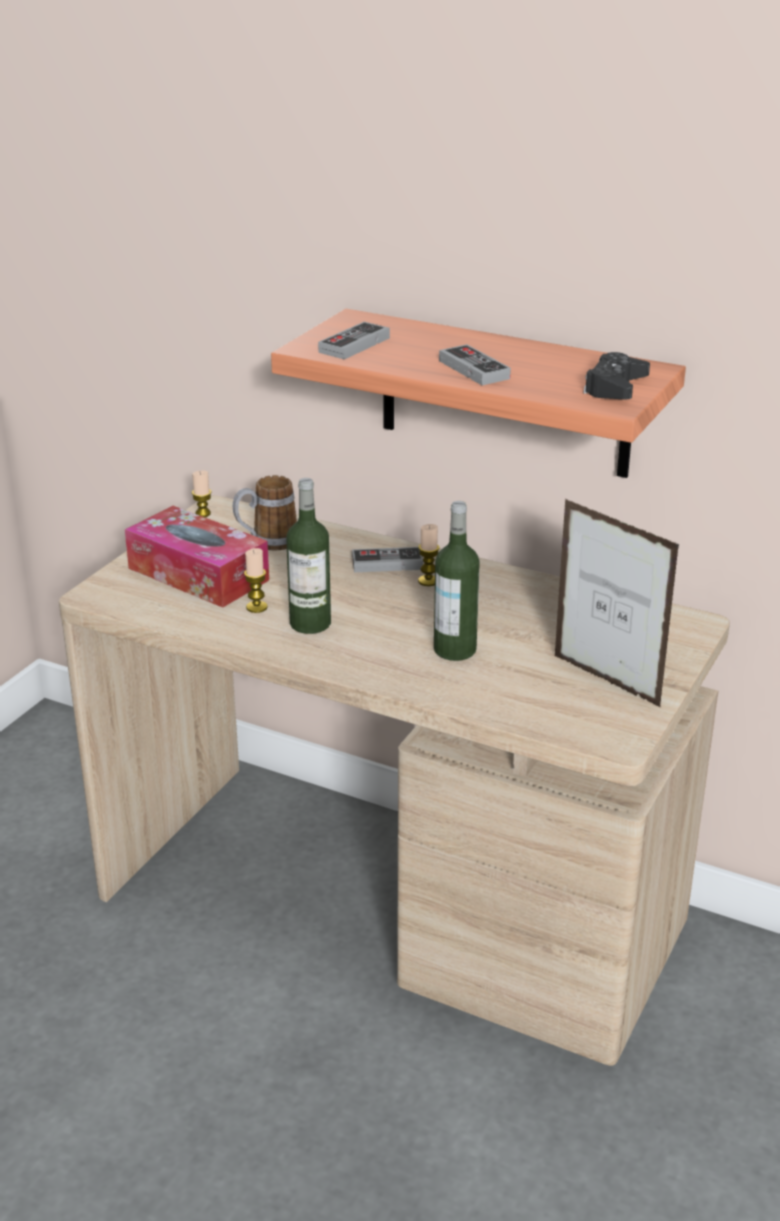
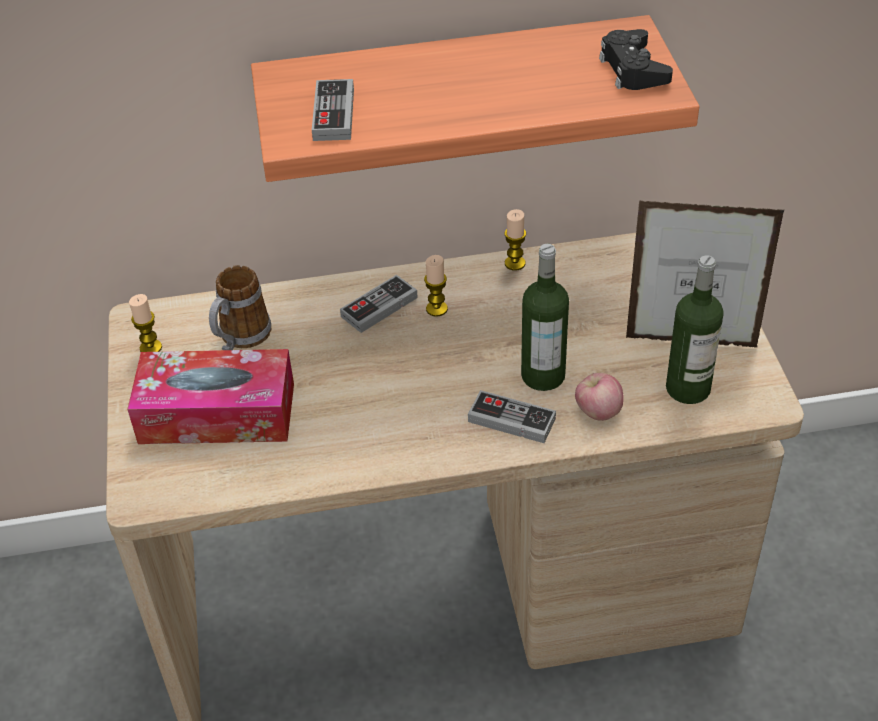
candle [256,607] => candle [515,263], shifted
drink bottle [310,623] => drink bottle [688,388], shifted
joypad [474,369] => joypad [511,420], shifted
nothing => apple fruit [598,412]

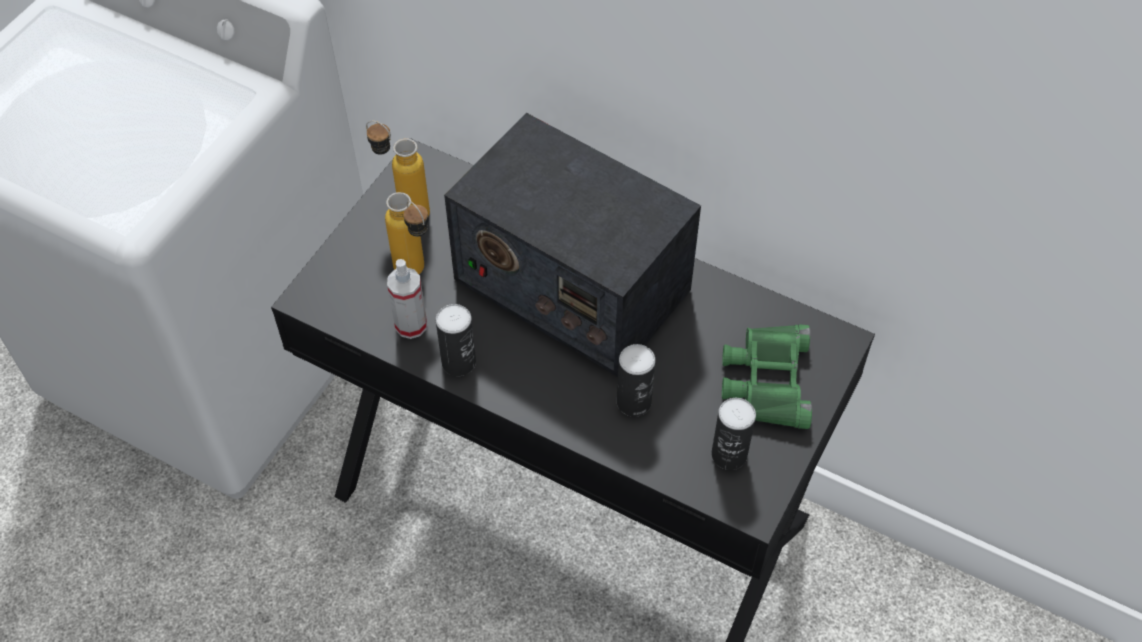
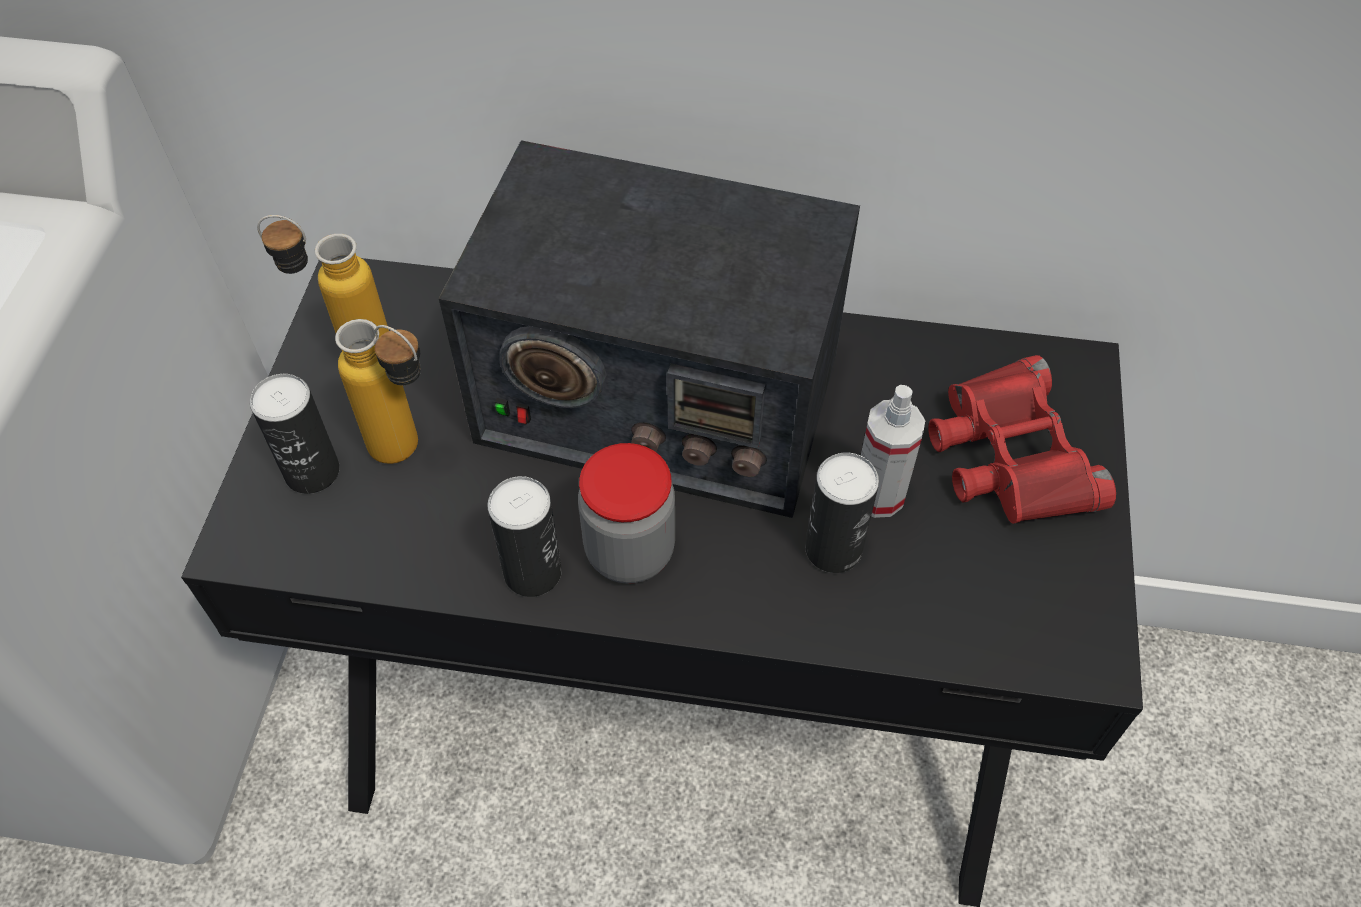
hand sprayer [411,325] => hand sprayer [878,495], shifted
metal can [729,455] => metal can [312,472], shifted
binoculars (greenish) [766,380] => binoculars (reddish) [1008,455]
nothing => storage jar [630,551]

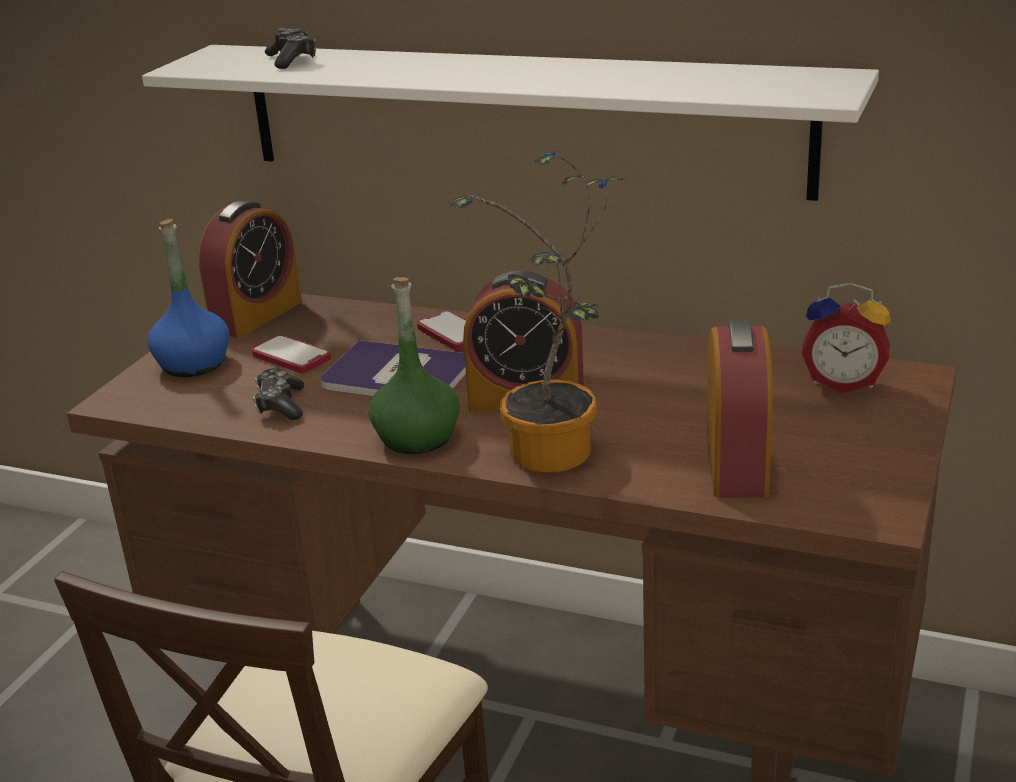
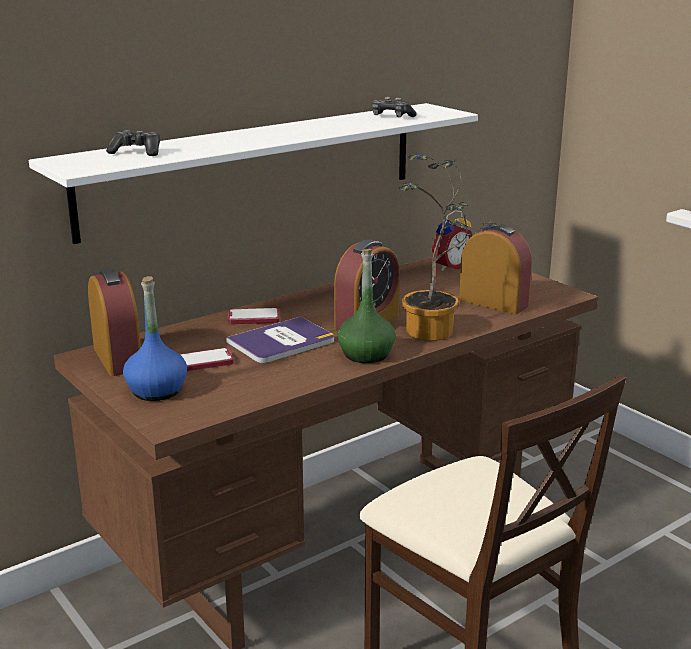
joypad [280,405] => joypad [391,117], shifted

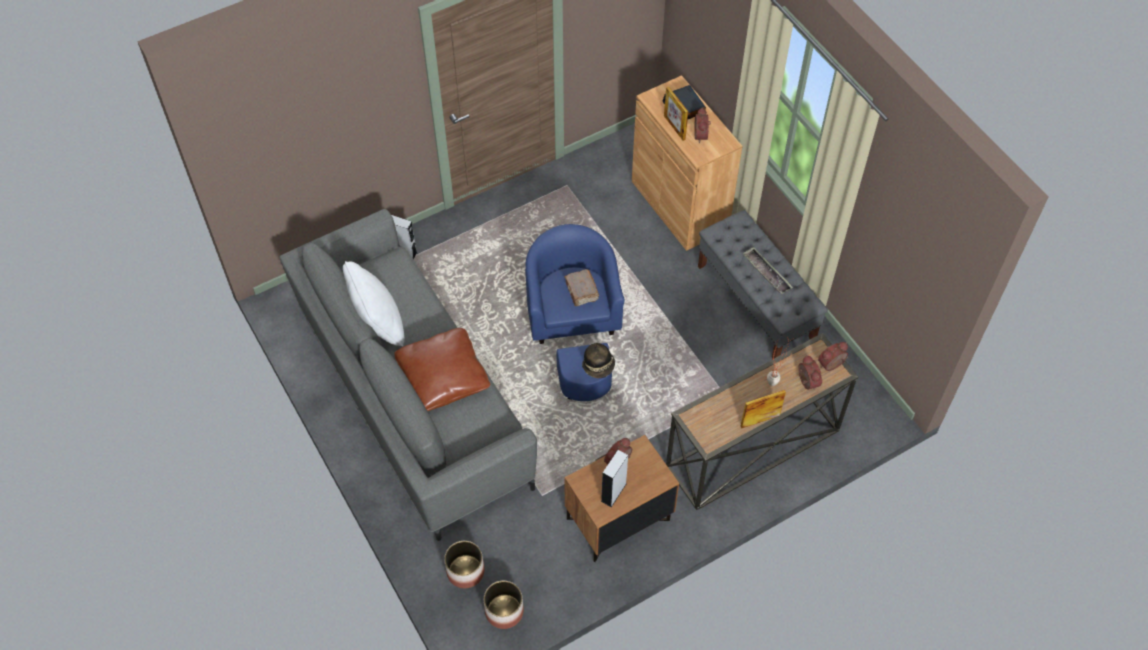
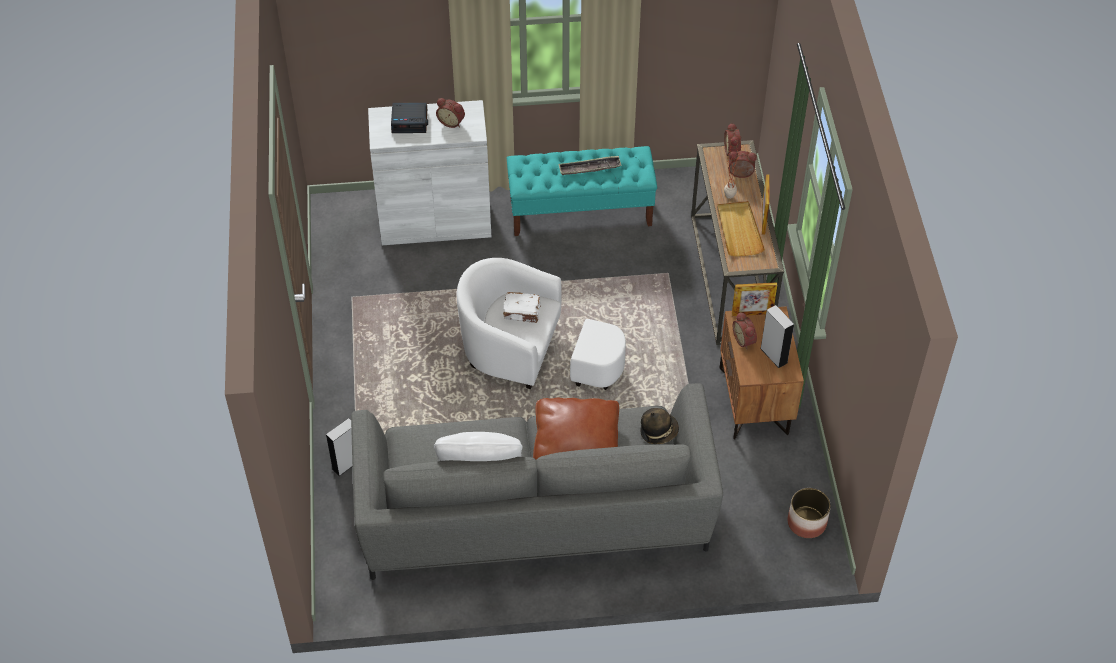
plant pot [465,571] => nothing
armchair (blue) [575,330] => armchair (whitish) [531,356]
bound book (brownish) [581,292] => bound book (whitish) [522,312]
wearable hat [599,366] => wearable hat [658,431], shifted
cabinet (brownish) [679,205] => cabinet (whitish) [435,221]
photo frame [674,127] => photo frame [752,313], shifted
bench (grey) [756,303] => bench (blue-green) [581,212]
nothing => carrying tray (beige-coloured) [739,230]

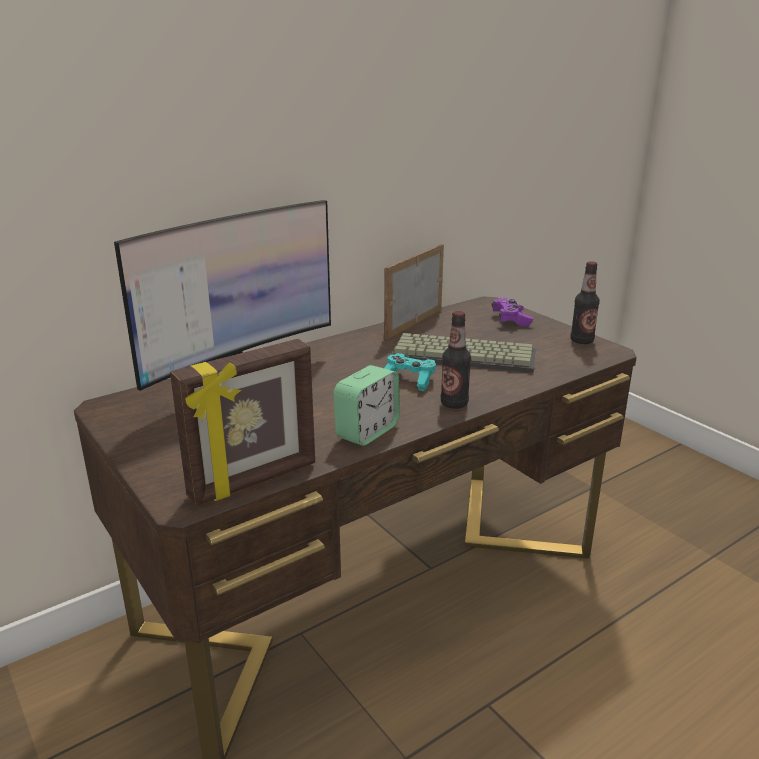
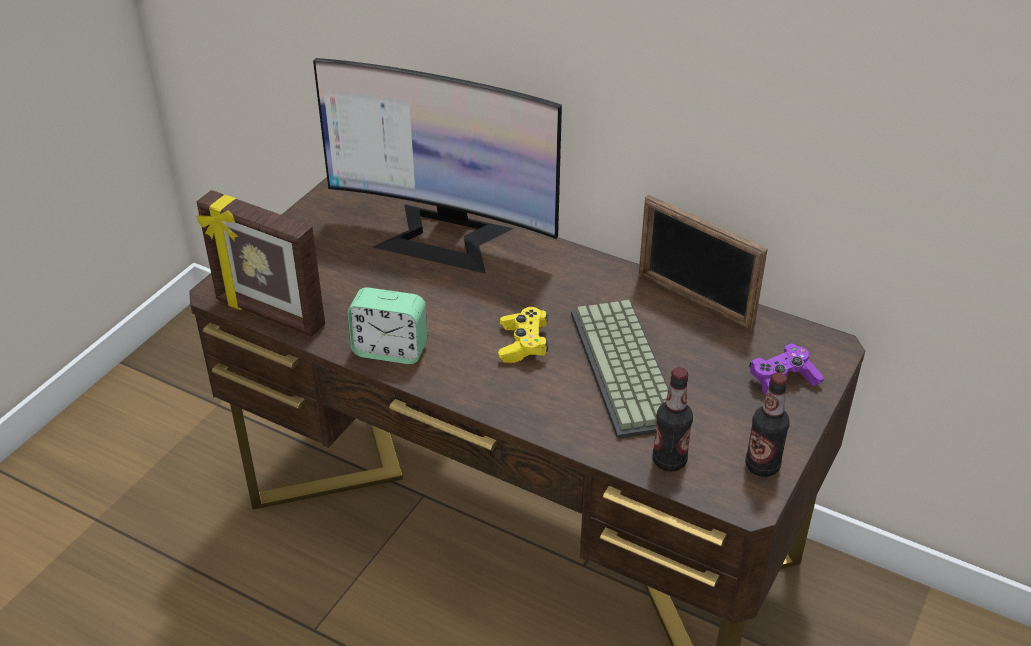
photo frame [413,323] => photo frame [694,301], 150 degrees counterclockwise
joypad (blue-green) [408,380] => joypad (yellowish) [523,344]
drink bottle [454,403] => drink bottle [669,461], shifted

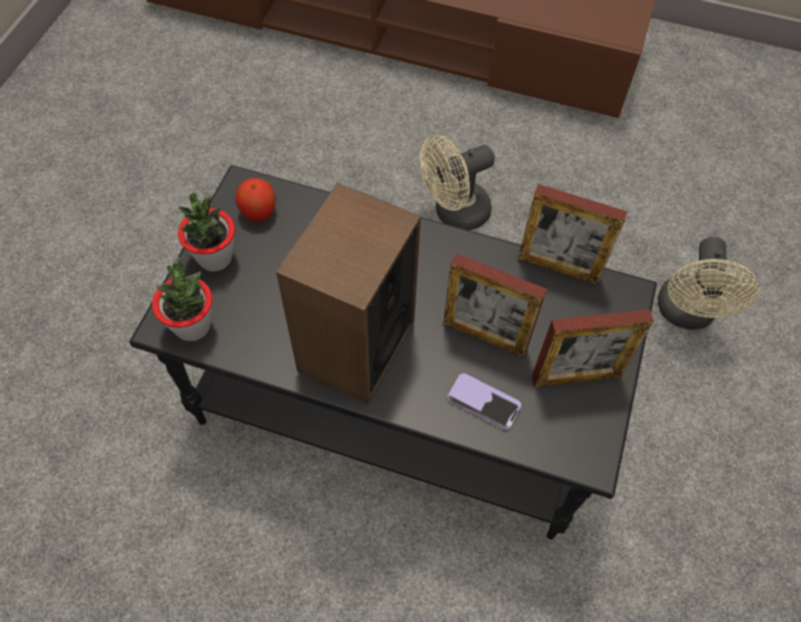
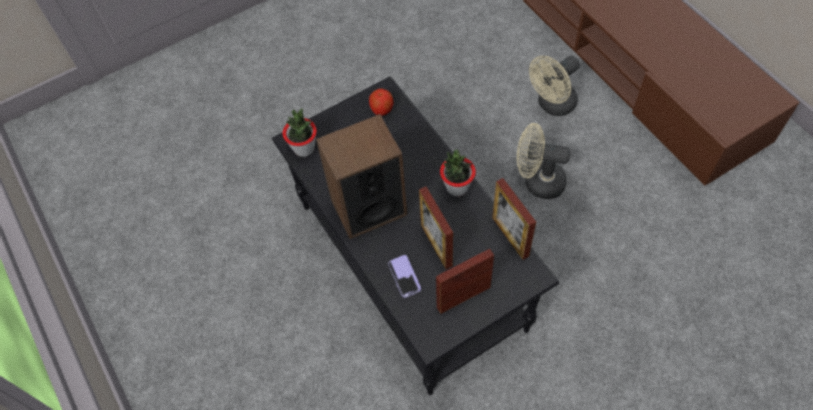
potted plant [215,258] => potted plant [457,187], shifted
photo frame [576,376] => photo frame [463,297], 120 degrees clockwise
electric fan (beige-coloured) [686,314] => electric fan (beige-coloured) [552,105], shifted

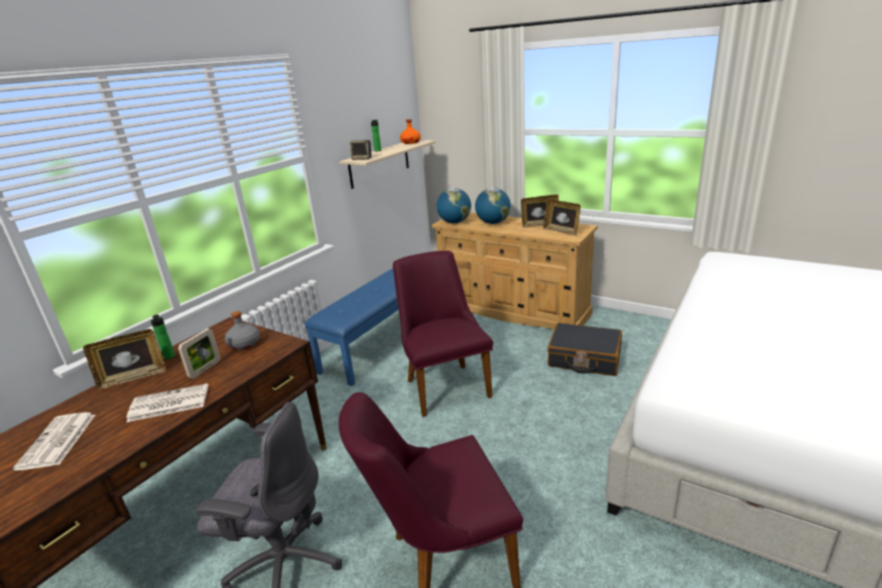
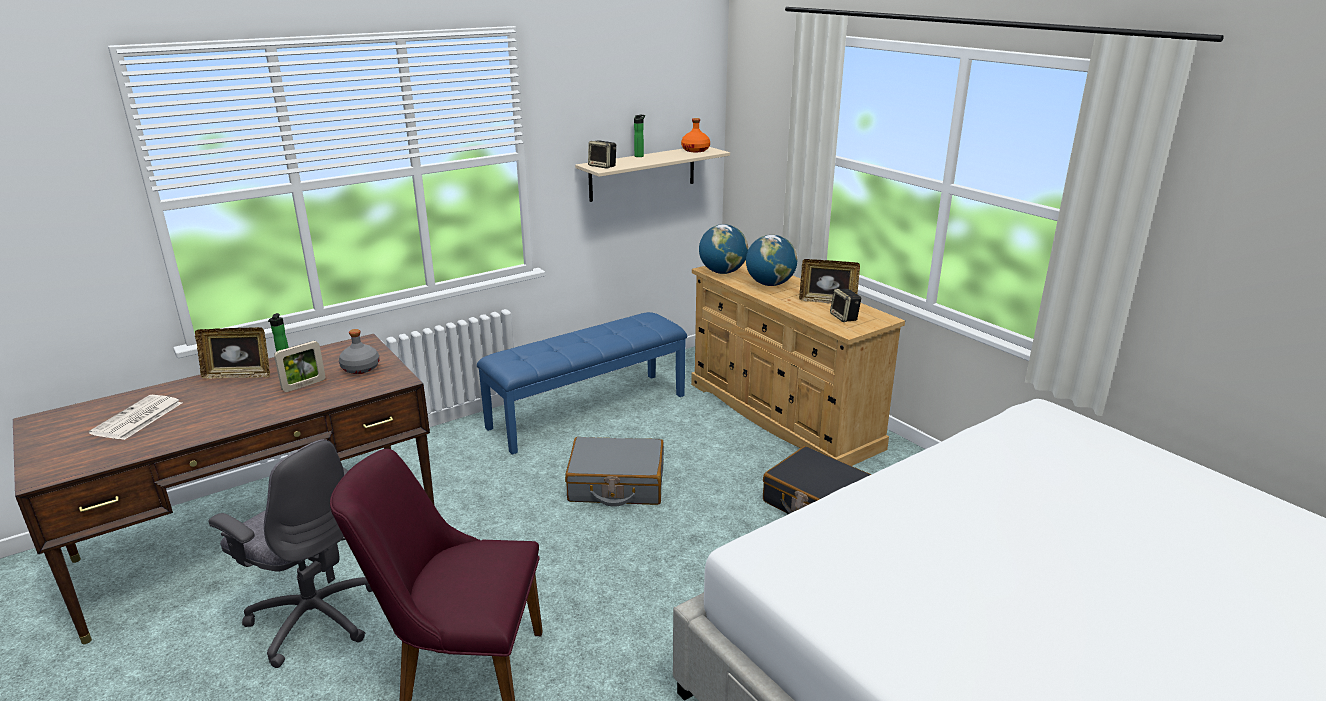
daily paper [168,404] => nothing
chair (purple) [444,384] => travel case (grey) [616,484]
photo frame [561,231] => audio speaker [844,317]

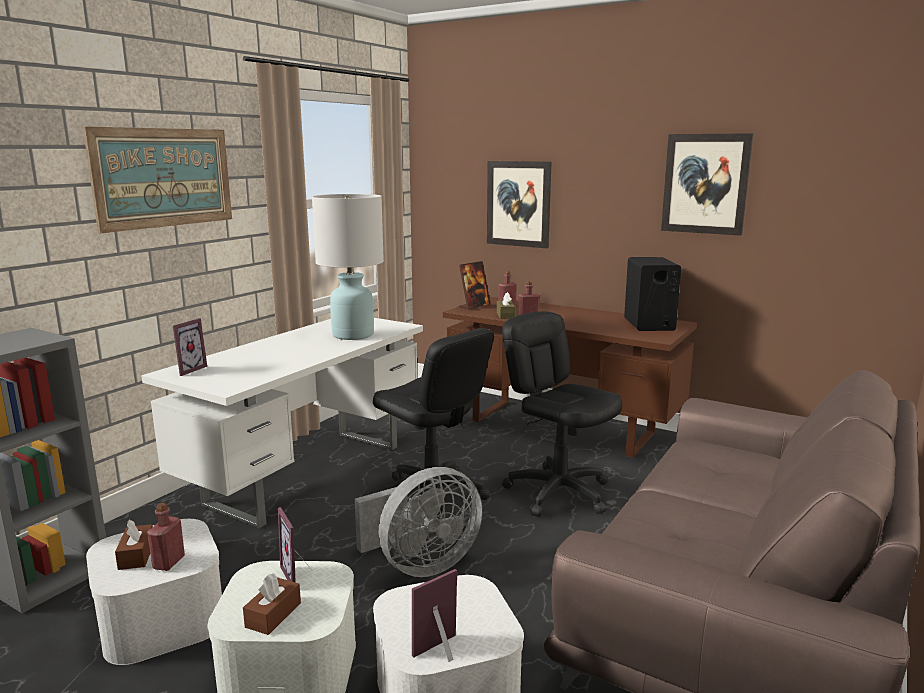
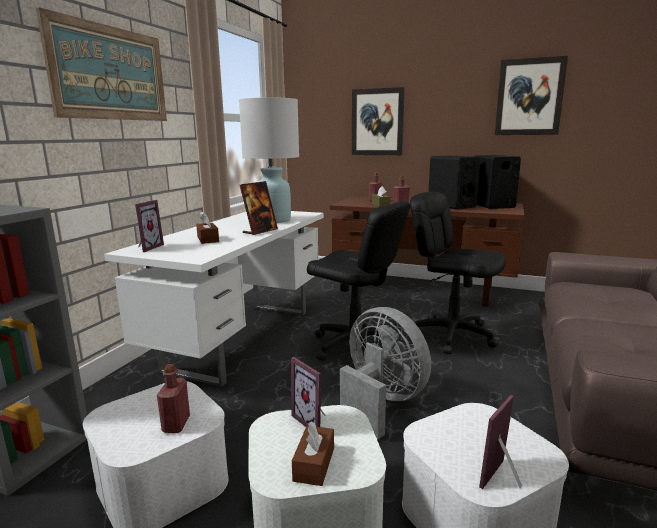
tissue box (brownish) [136,555] => tissue box (brownish) [208,239], shifted
electric fan (grey) [421,565] => electric fan (grey) [381,402], 90 degrees counterclockwise
photo frame [474,306] => photo frame [260,231], shifted
nothing => audio speaker (blackish) [451,206]

